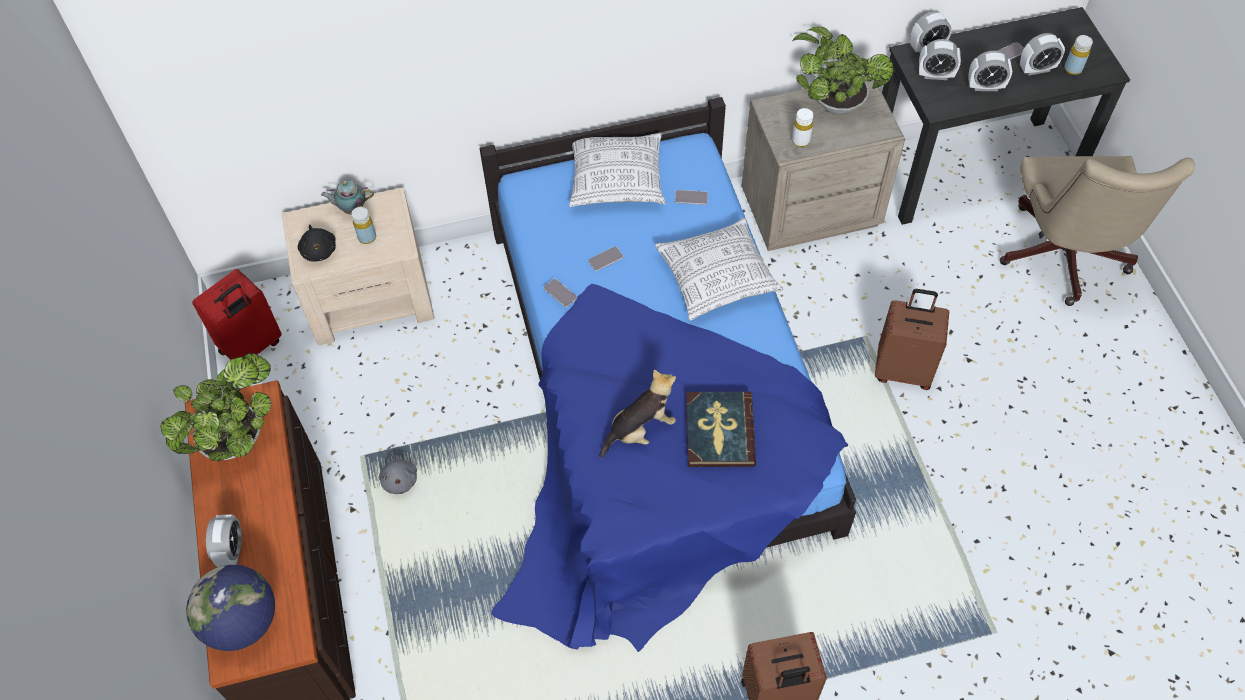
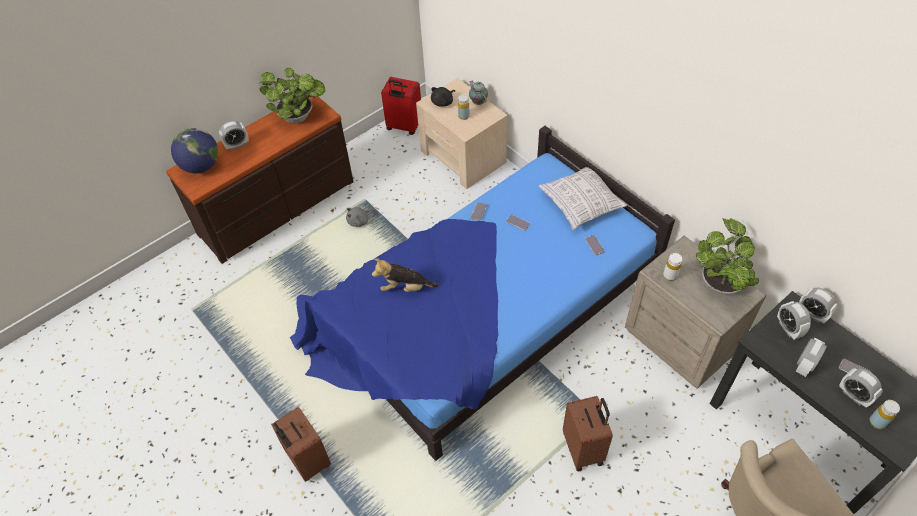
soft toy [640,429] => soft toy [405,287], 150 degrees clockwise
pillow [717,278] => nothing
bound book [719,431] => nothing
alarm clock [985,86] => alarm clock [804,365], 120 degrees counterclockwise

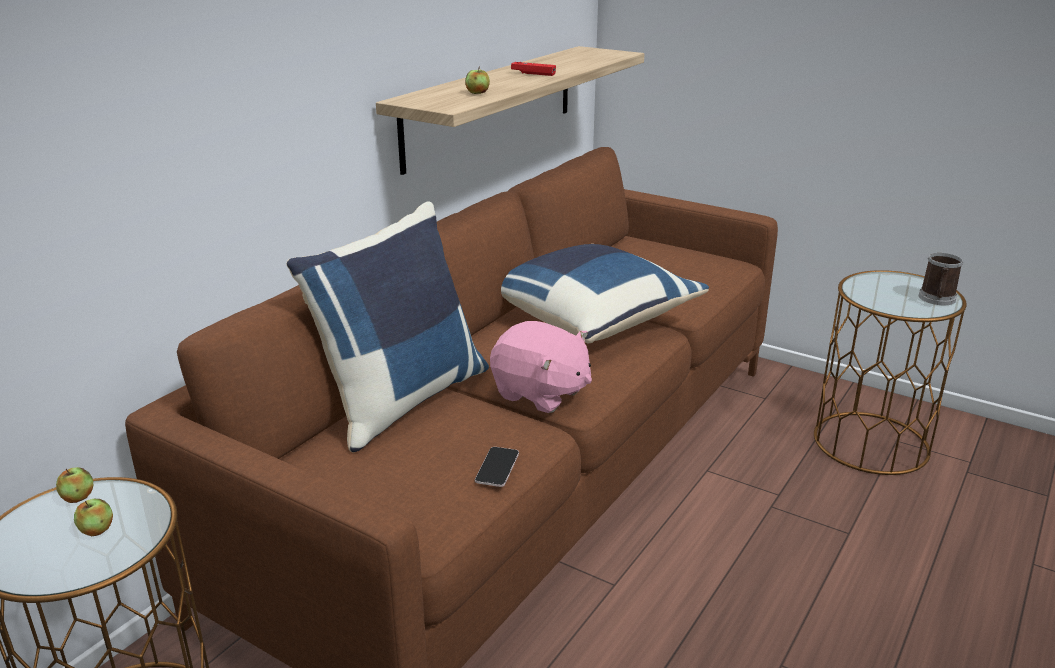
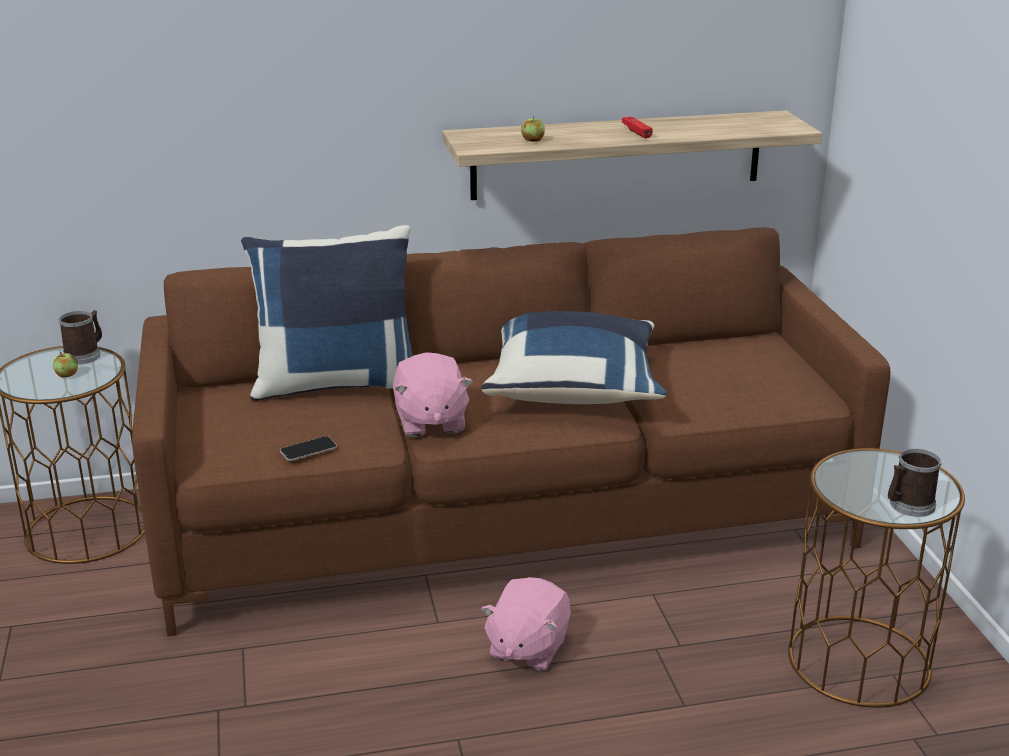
apple fruit [78,497] => coffee mug [85,355]
nothing => soft toy (pink) [527,648]

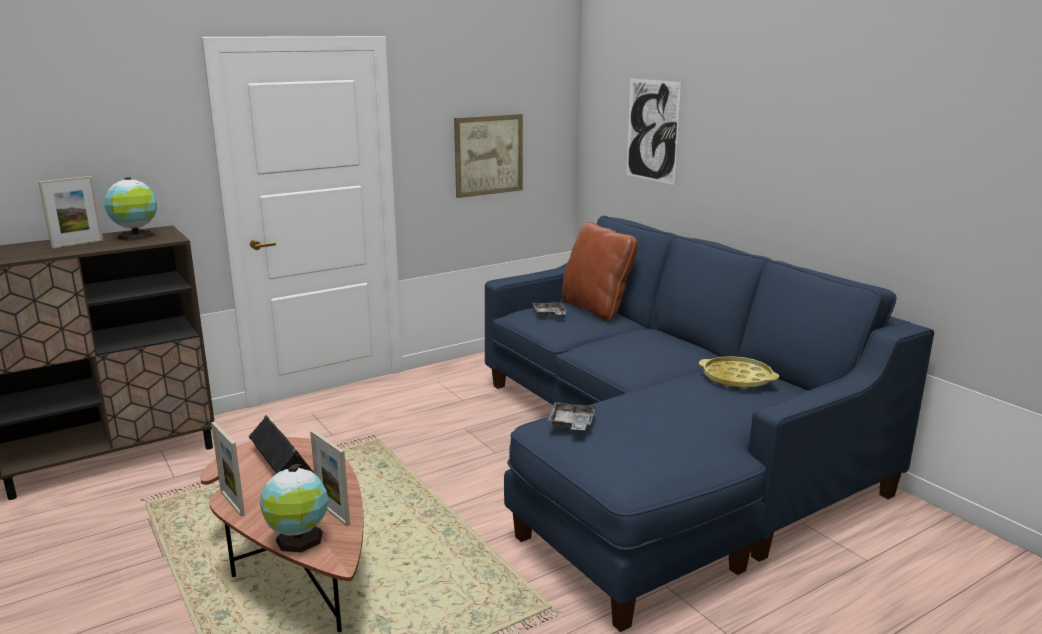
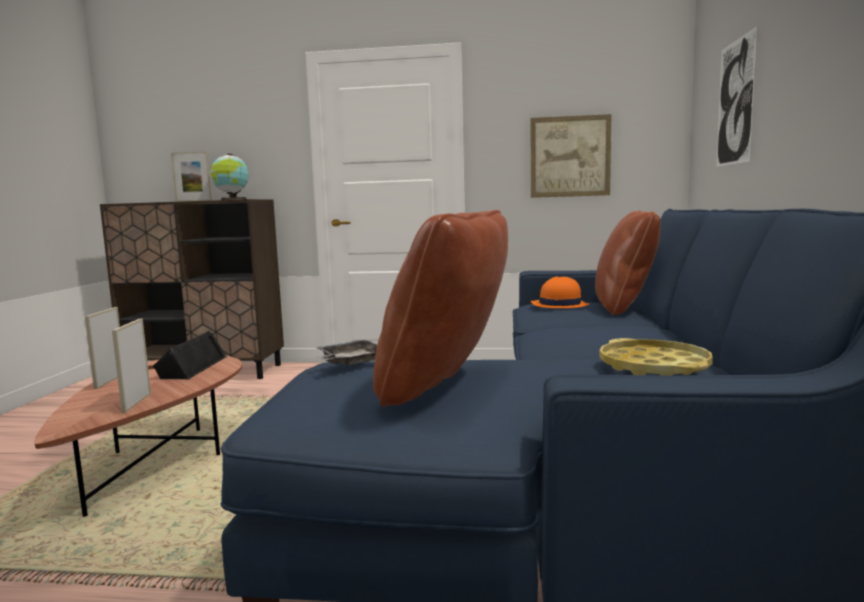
globe [299,540] => nothing
carrying tray (grey) [549,315] => wearable hat (orange-coloured) [559,305]
nothing => pillow (brownish) [447,386]

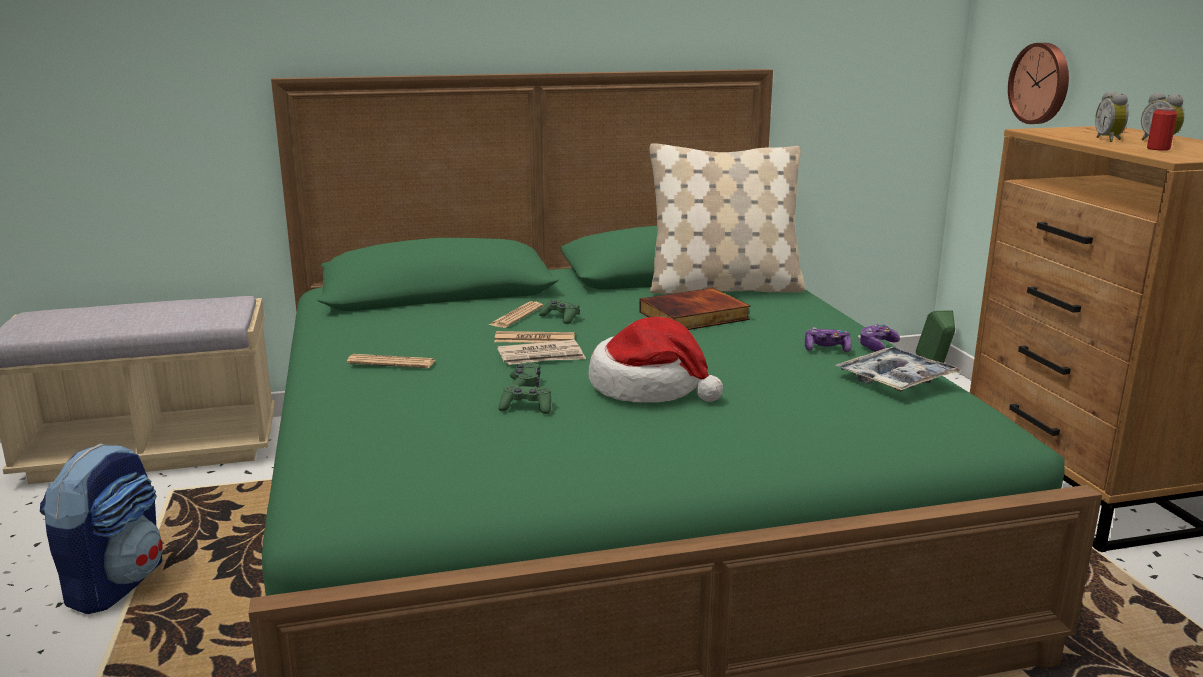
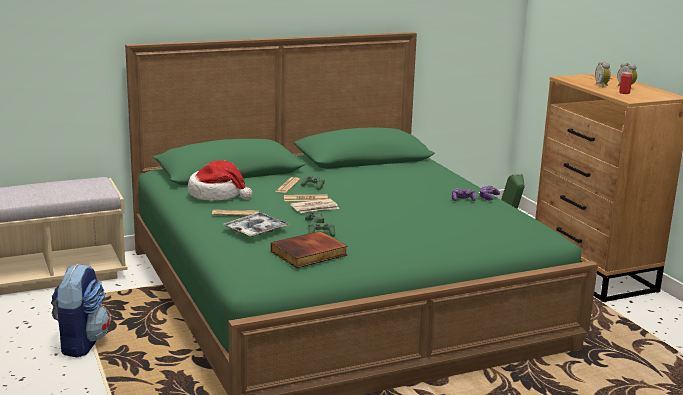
wearable hat [649,387] => wearable hat [217,194], shifted
bound book [694,316] => bound book [309,254], shifted
pillow (beige-coloured) [724,288] => nothing
carrying tray [896,379] => carrying tray [256,230], shifted
clock on the wall [1041,83] => nothing

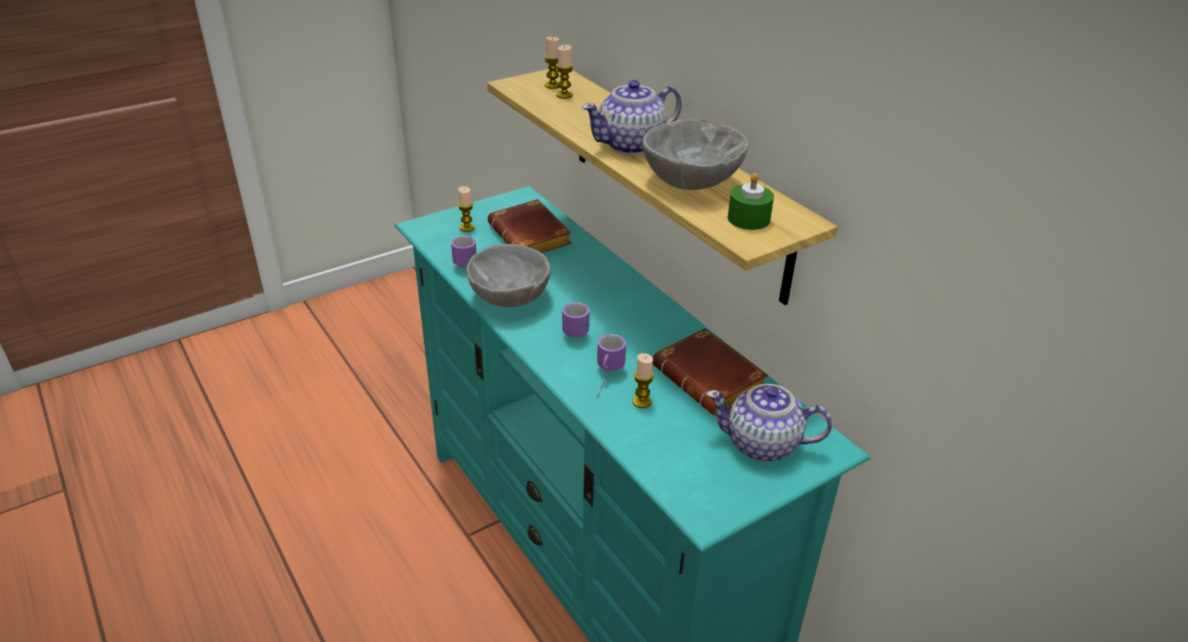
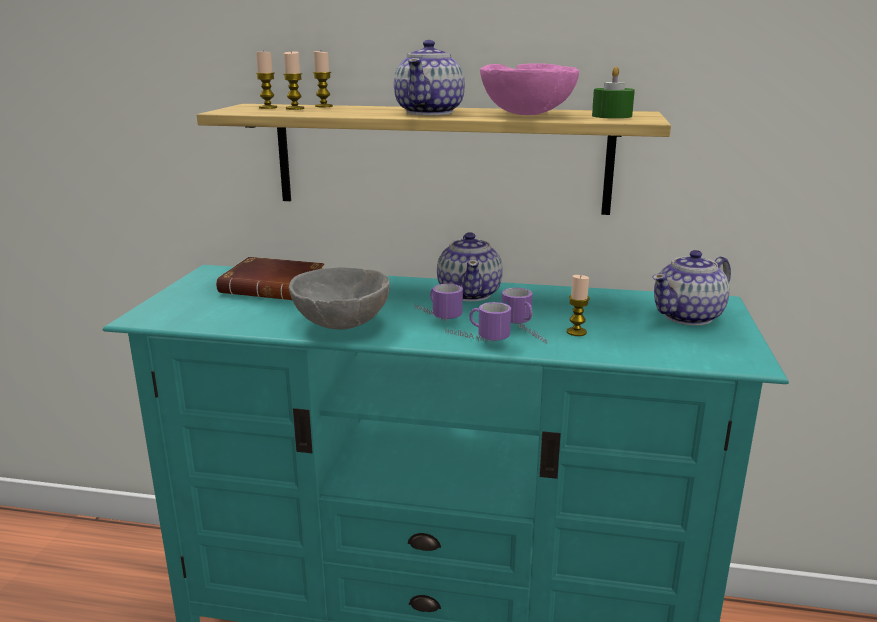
coffee mug [463,259] => coffee mug [476,340], shifted
candle [467,228] => candle [323,106], shifted
deep dish (grey) [691,182] => deep dish (pink) [526,114]
bound book (brownish) [712,379] => nothing
nothing => teapot [470,294]

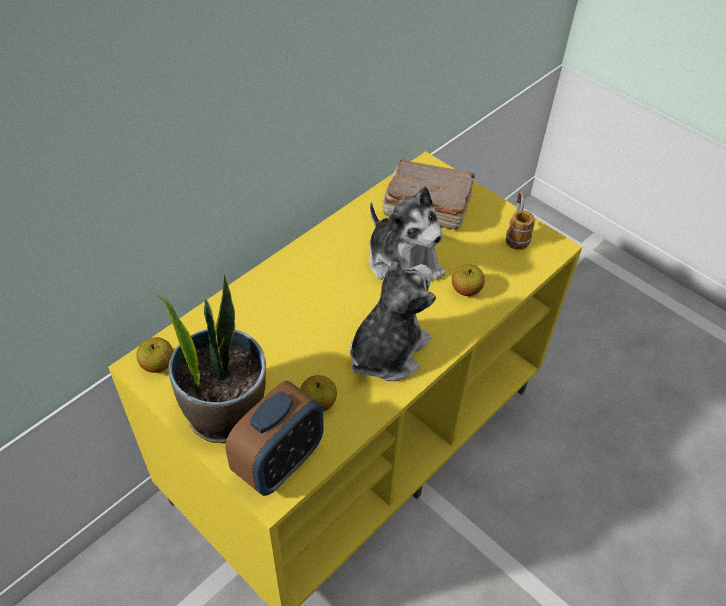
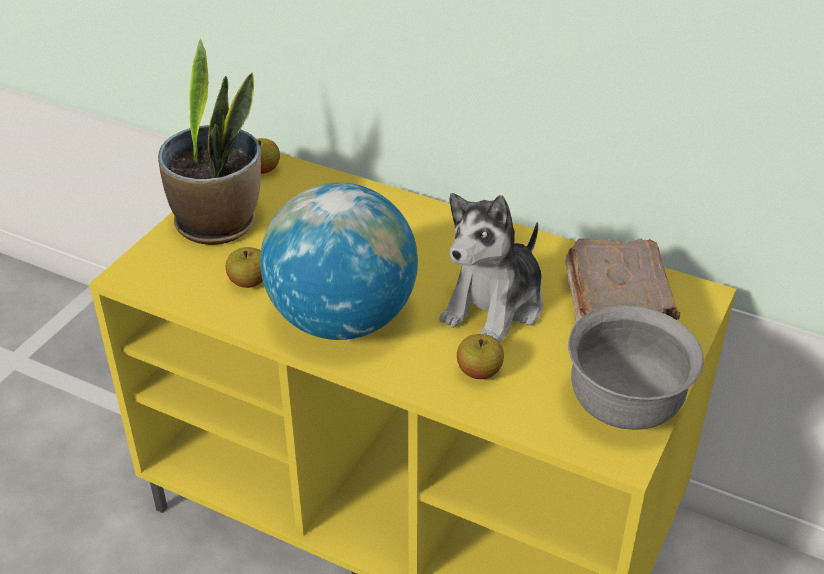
alarm clock [279,462] => nothing
soft toy [387,351] => globe [342,319]
coffee mug [516,233] => deep dish (grey) [624,408]

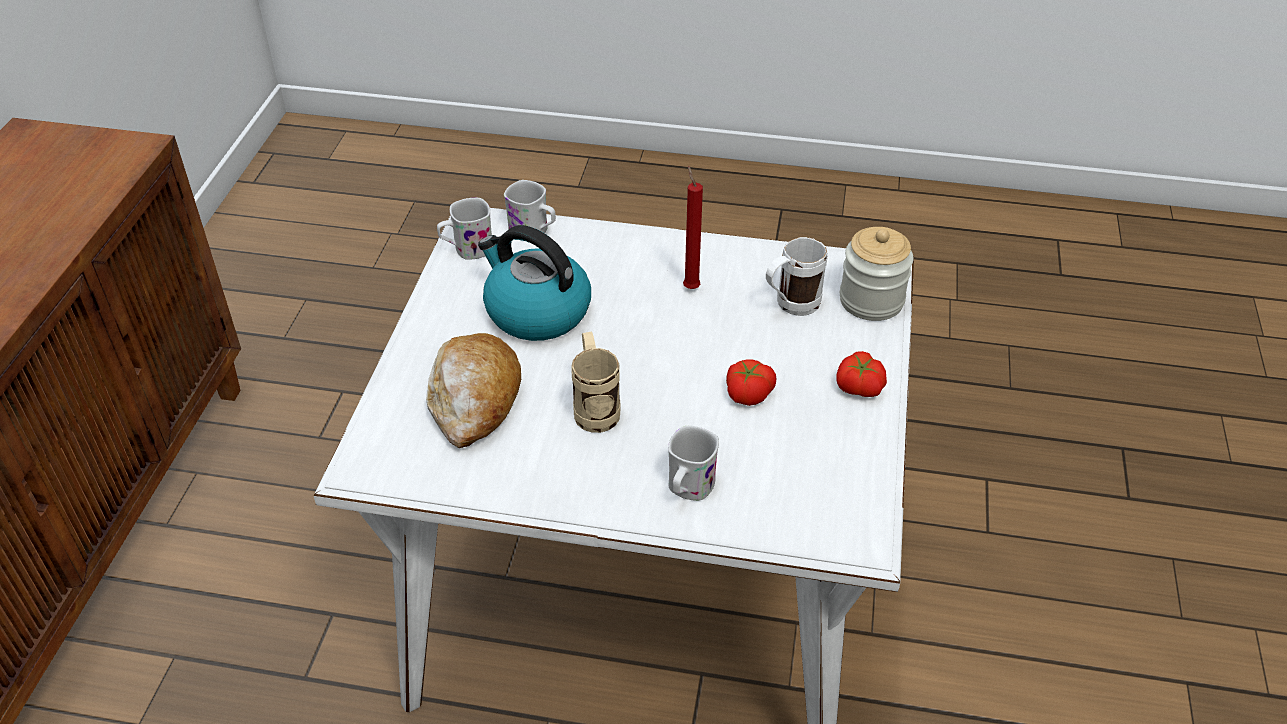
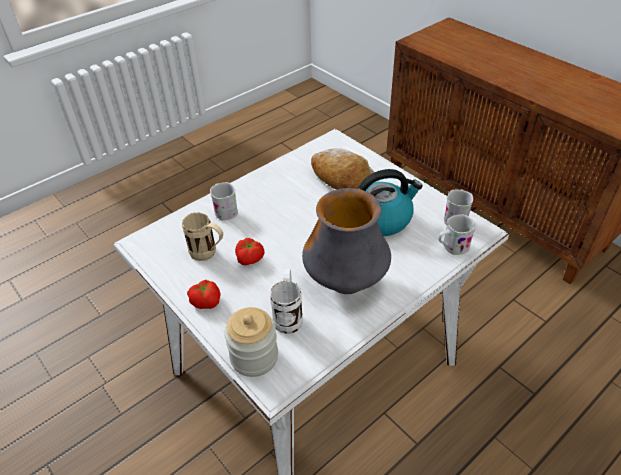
coffee mug (beige-coloured) [595,407] => coffee mug (beige-coloured) [208,254], shifted
candle (reddish) [690,287] => flower vase [345,283]

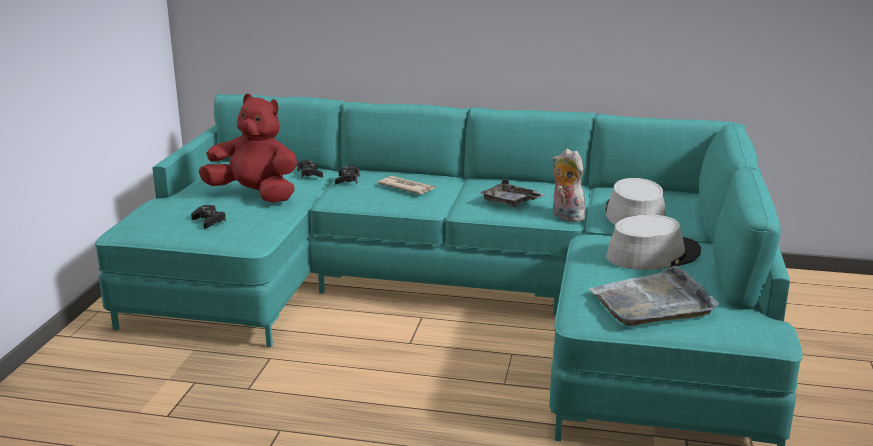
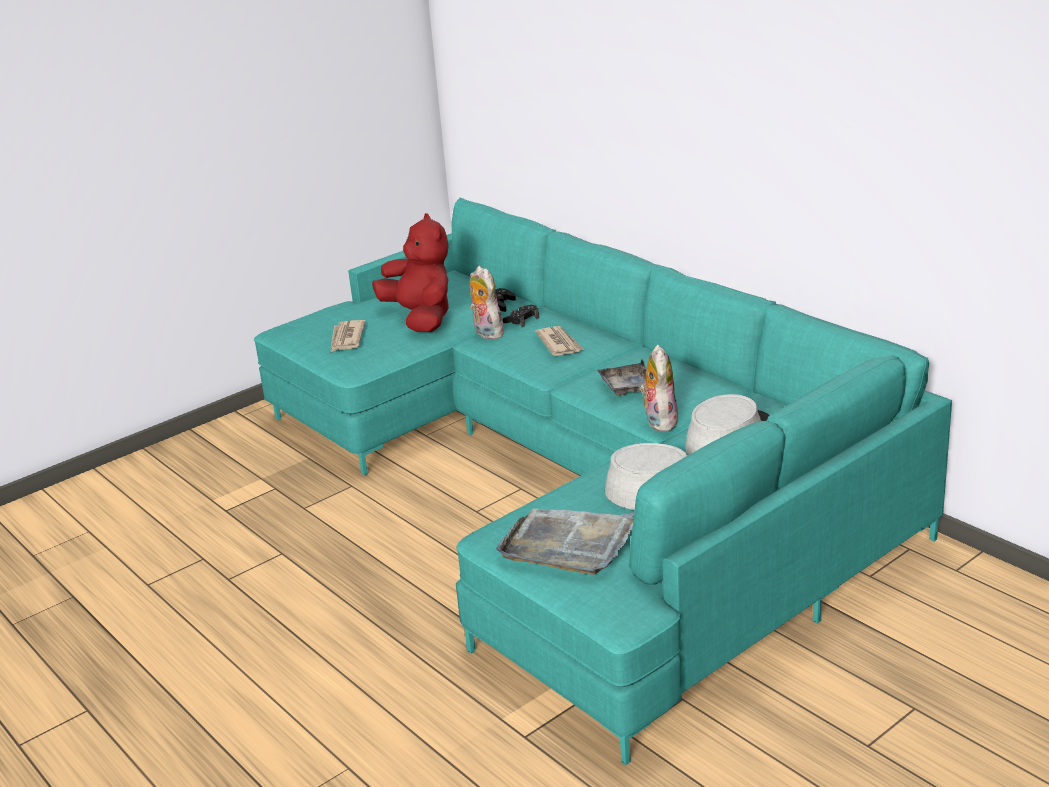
joypad (blackish) [209,221] => daily paper [346,338]
nothing => soft toy [486,333]

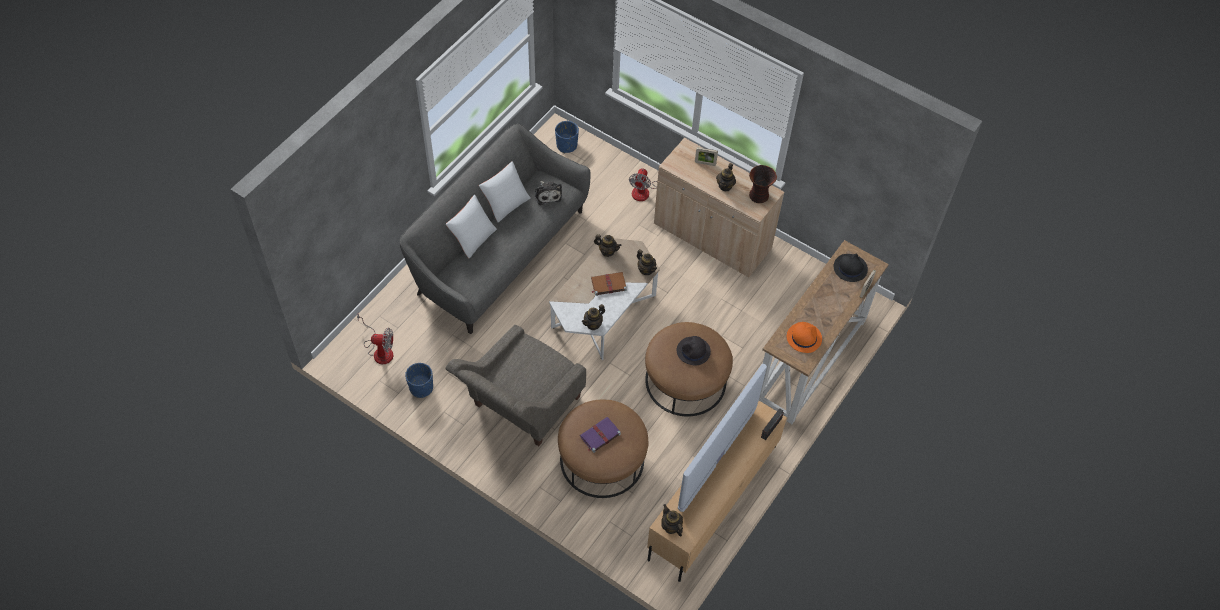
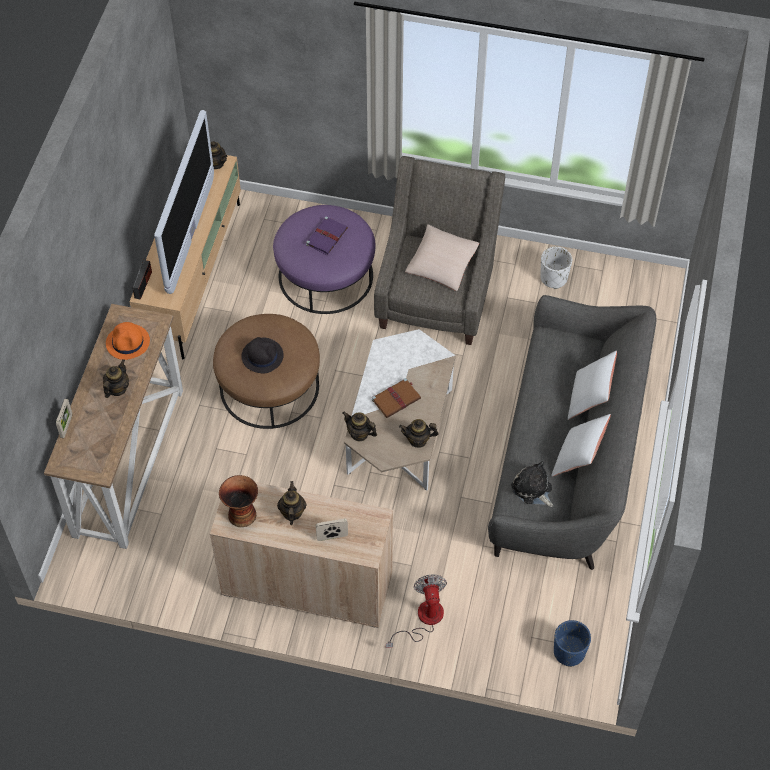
electric fan [379,350] => nothing
plant pot (blue) [421,388] => plant pot (whitish) [554,278]
footrest (brownish) [602,459] => footrest (purple) [325,275]
teapot [593,324] => teapot [117,388], shifted
wearable hat (blackish) [850,268] => nothing
nothing => pillow (beige-coloured) [441,264]

